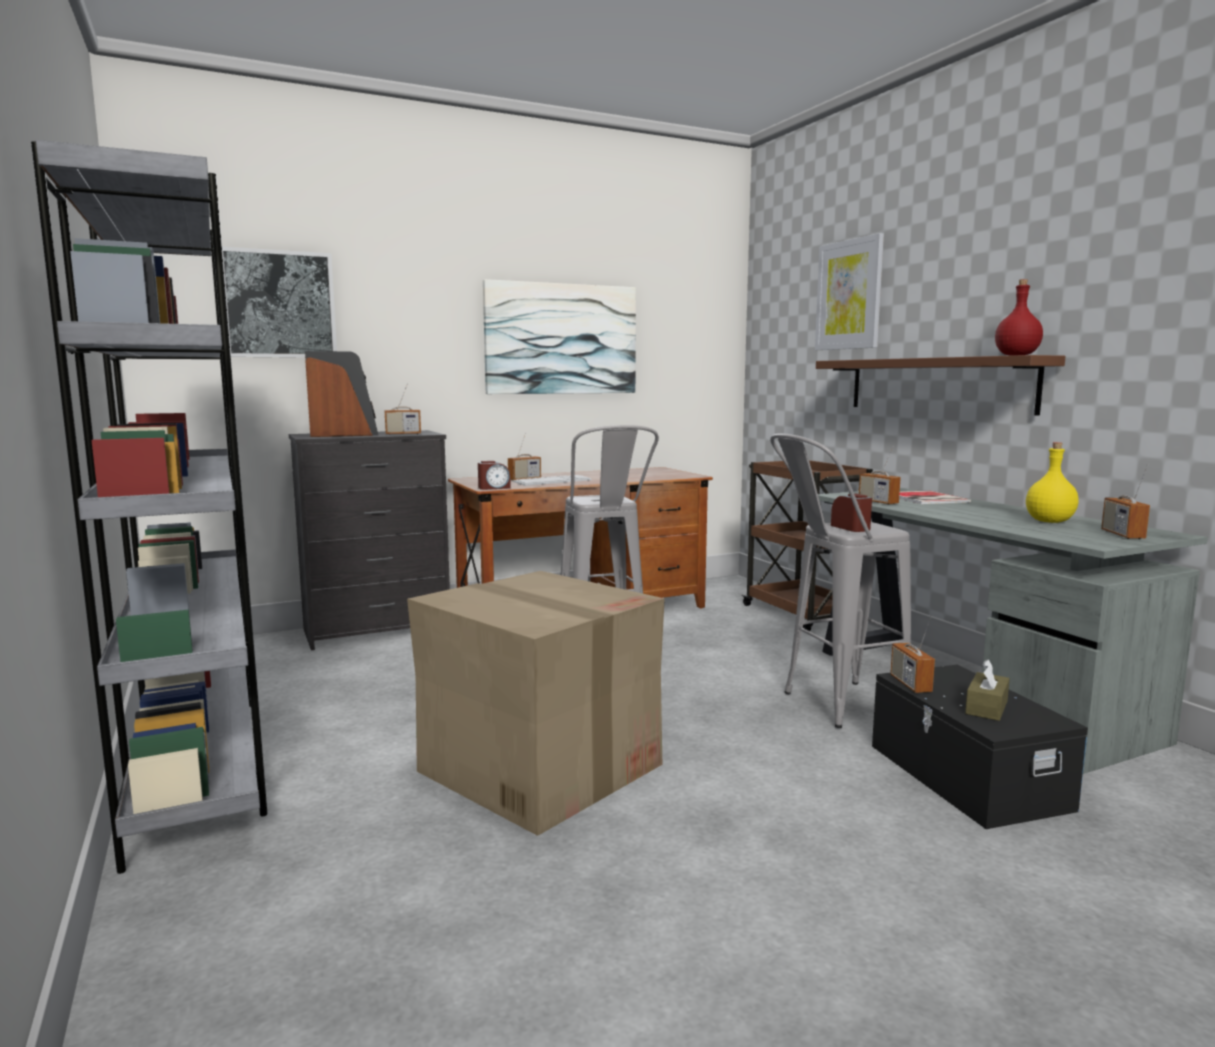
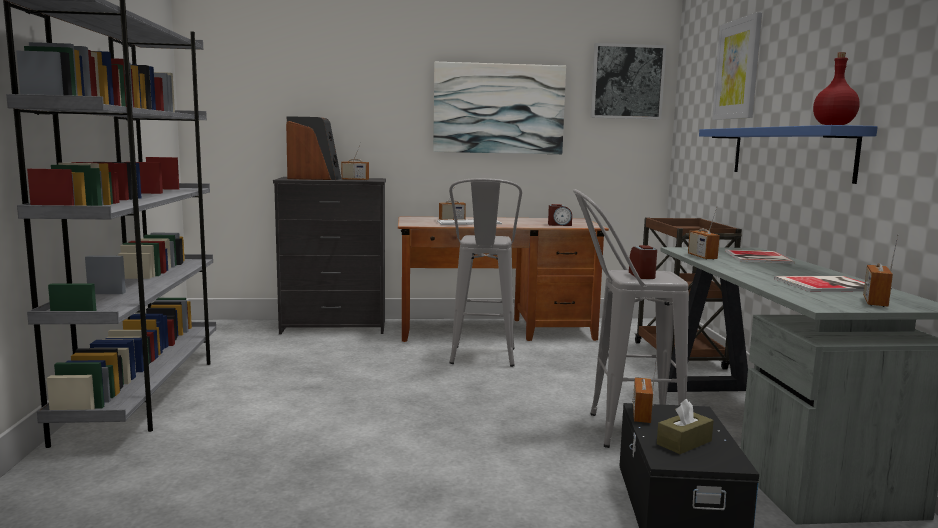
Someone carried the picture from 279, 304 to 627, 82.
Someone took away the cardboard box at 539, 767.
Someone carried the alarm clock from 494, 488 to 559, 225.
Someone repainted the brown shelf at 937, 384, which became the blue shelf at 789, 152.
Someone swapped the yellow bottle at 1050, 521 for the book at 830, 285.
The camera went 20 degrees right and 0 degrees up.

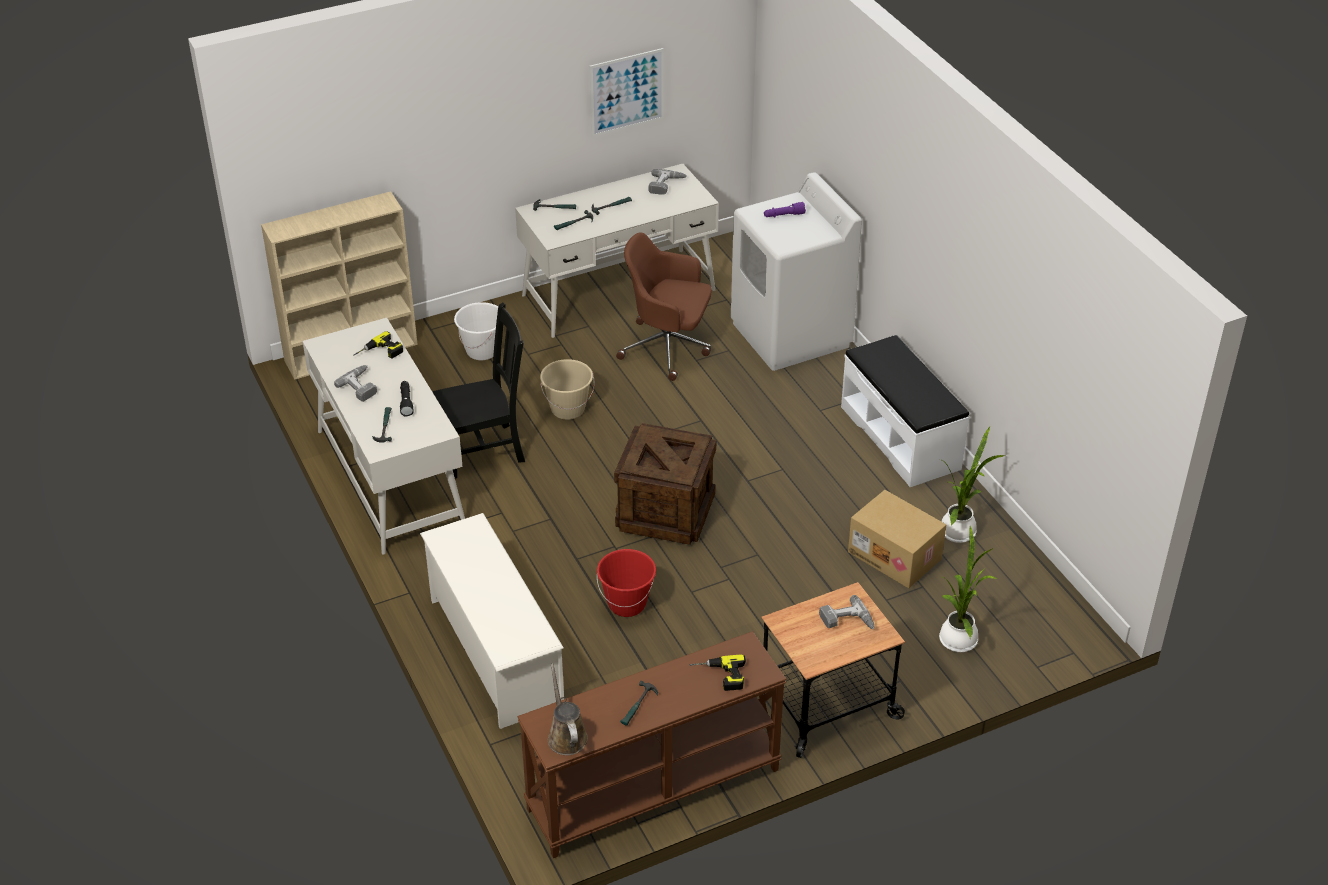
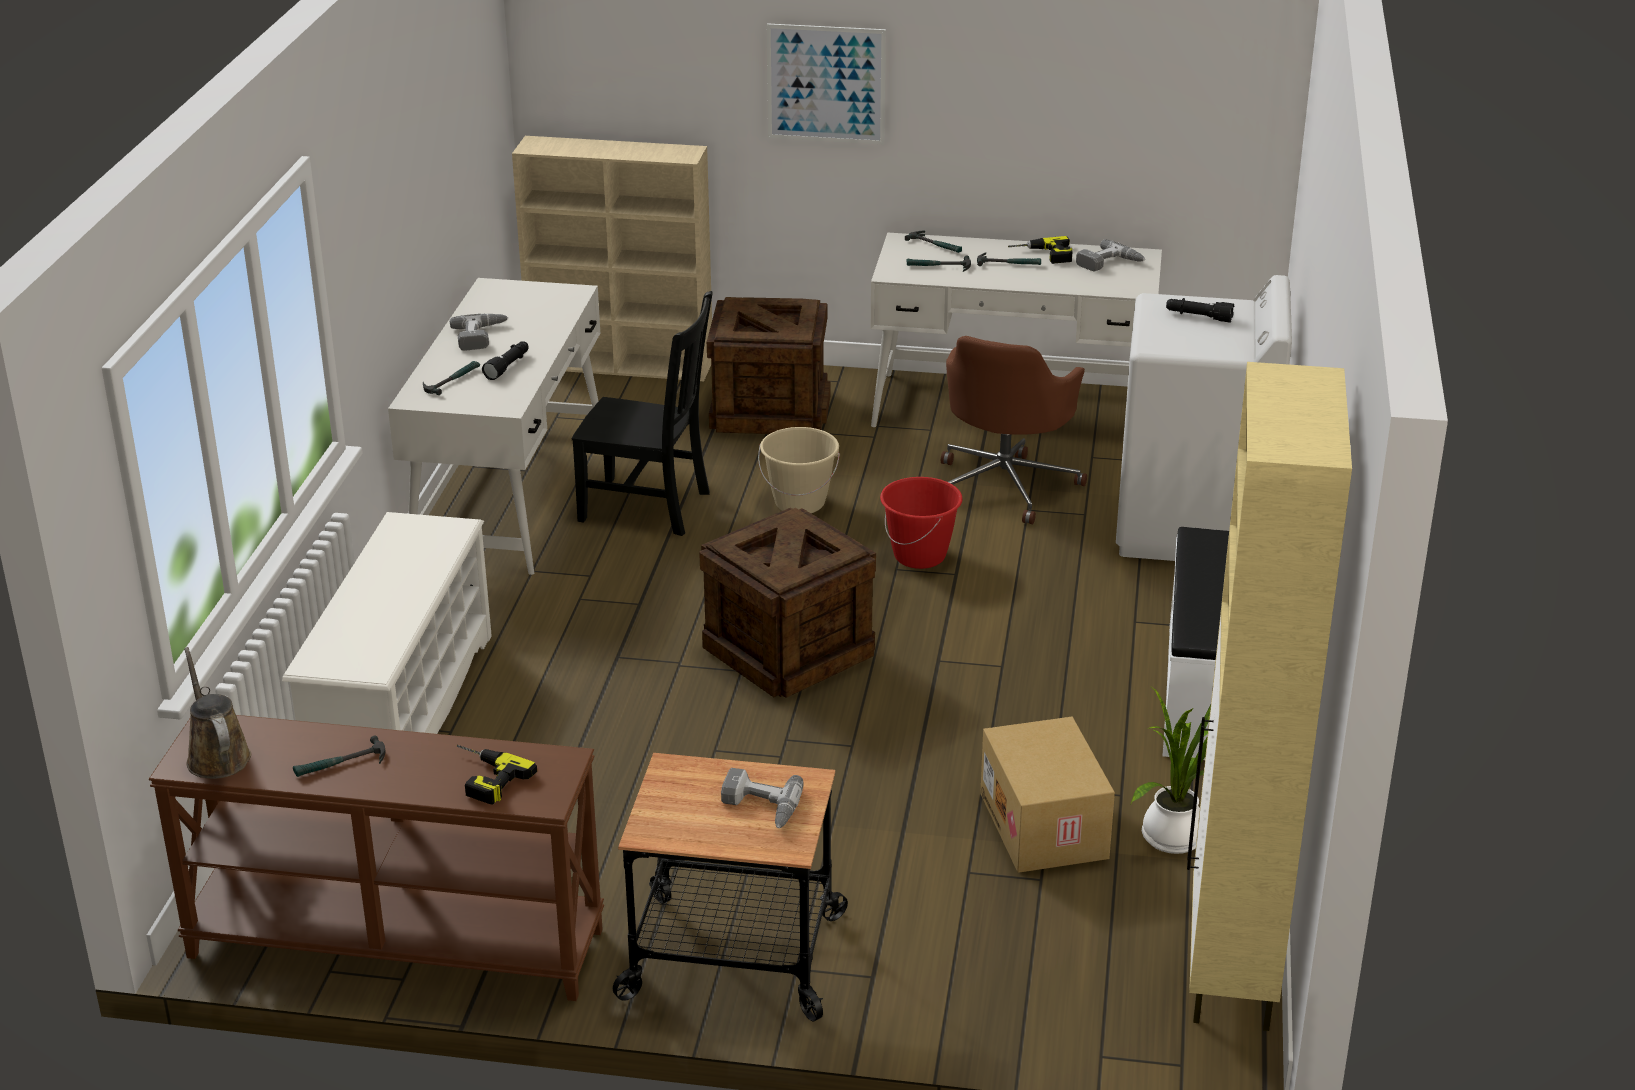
Someone carried the power drill from 379, 353 to 1042, 255.
Someone swapped the white bucket at 482, 351 for the crate at 770, 412.
Someone rotated the brown watering can at 566, 736 by 45 degrees counterclockwise.
Someone carried the picture from 627, 92 to 826, 84.
Someone carried the red bucket from 627, 604 to 920, 556.
Someone rotated the brown office chair at 668, 348 by 120 degrees counterclockwise.
Someone repainted the purple flashlight at 784, 215, which became the black flashlight at 1198, 317.
Someone took away the potted plant at 959, 637.
Someone put down the beige cabinet at 1230, 968.
The camera went 35 degrees right and 10 degrees down.

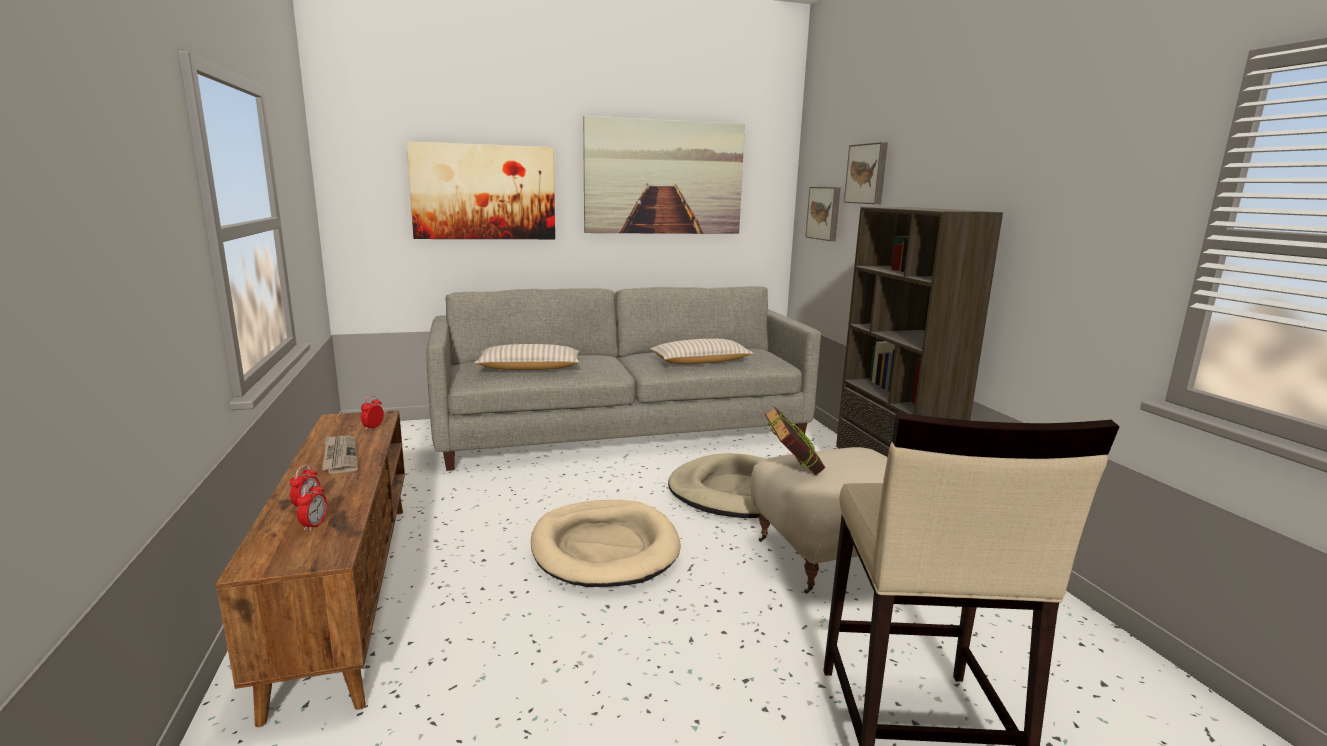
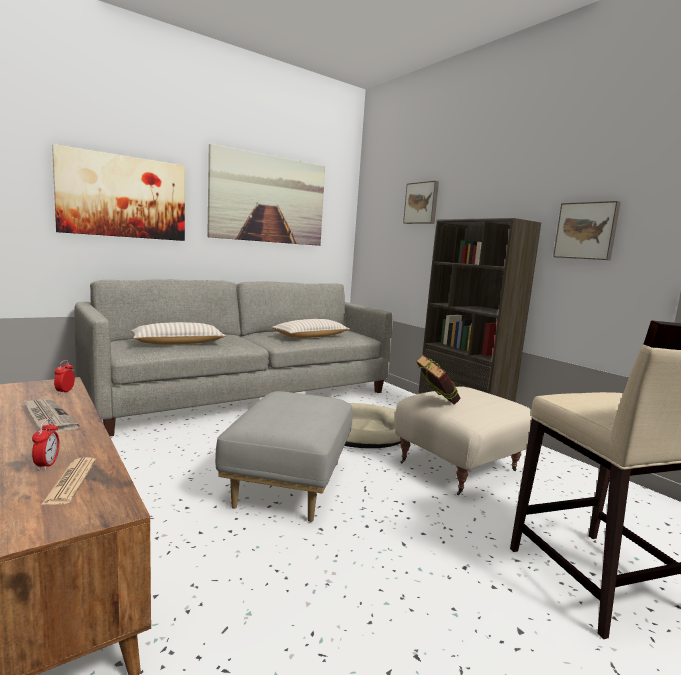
Someone swapped the alarm clock at 314, 525 for the newspaper at 71, 481.
Someone swapped the beige dog bed at 605, 548 for the grey ottoman at 288, 483.
Someone carried the picture from 825, 213 to 586, 231.
The camera went 20 degrees left and 5 degrees down.

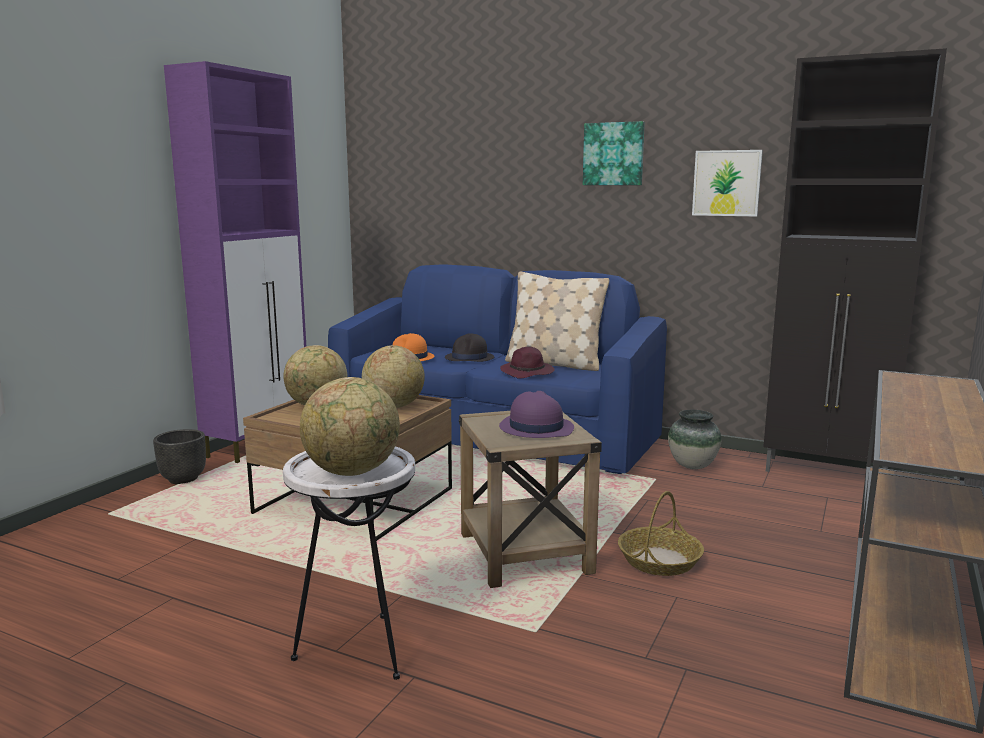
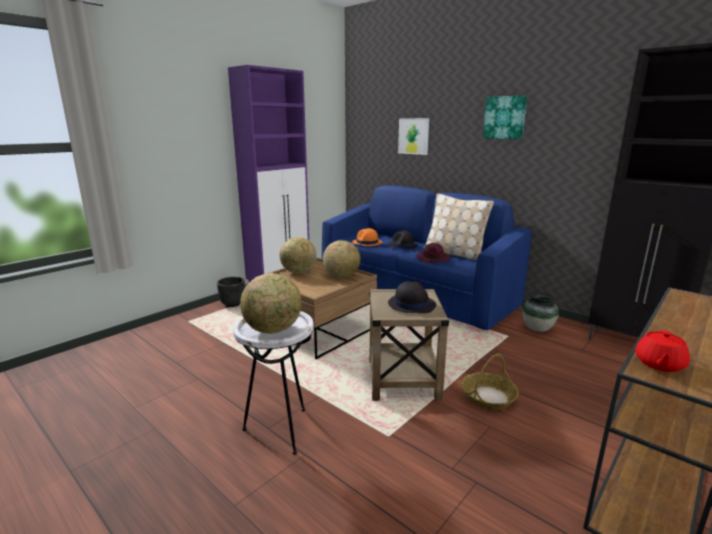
Someone repainted the purple hat at 535, 428, which became the black hat at 411, 304.
Someone carried the picture from 726, 183 to 413, 136.
Someone put down the red teapot at 659, 364.
The camera went 15 degrees right and 5 degrees up.

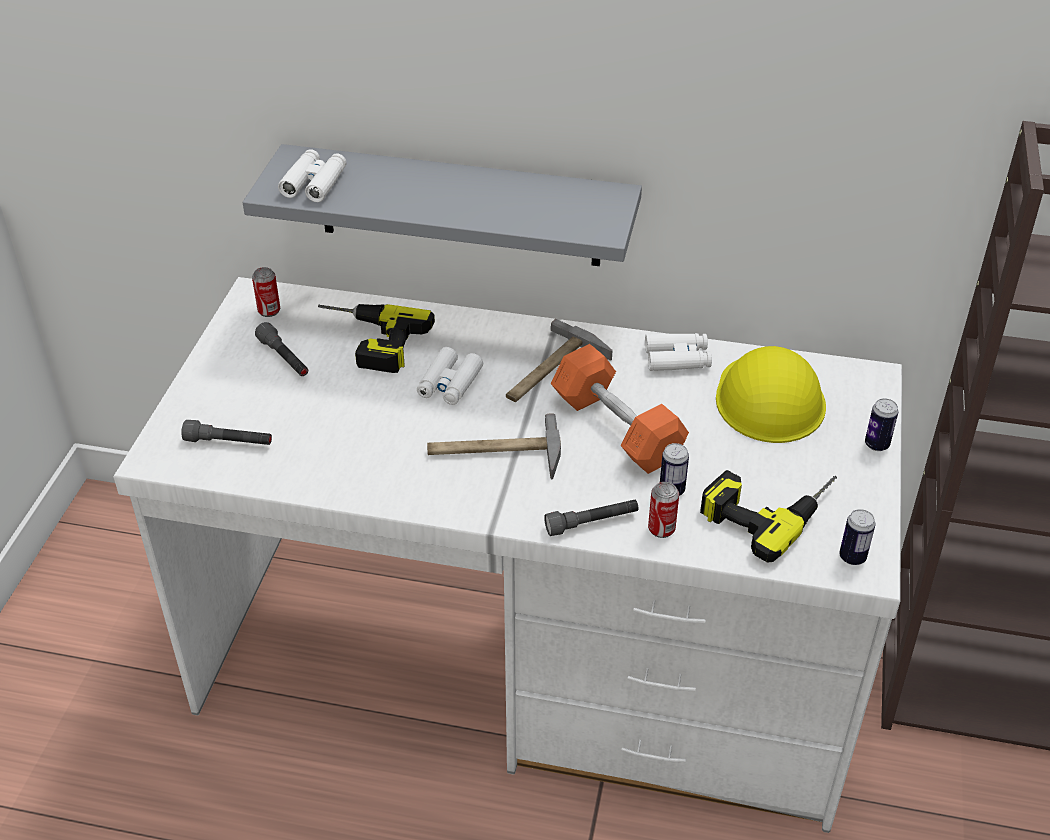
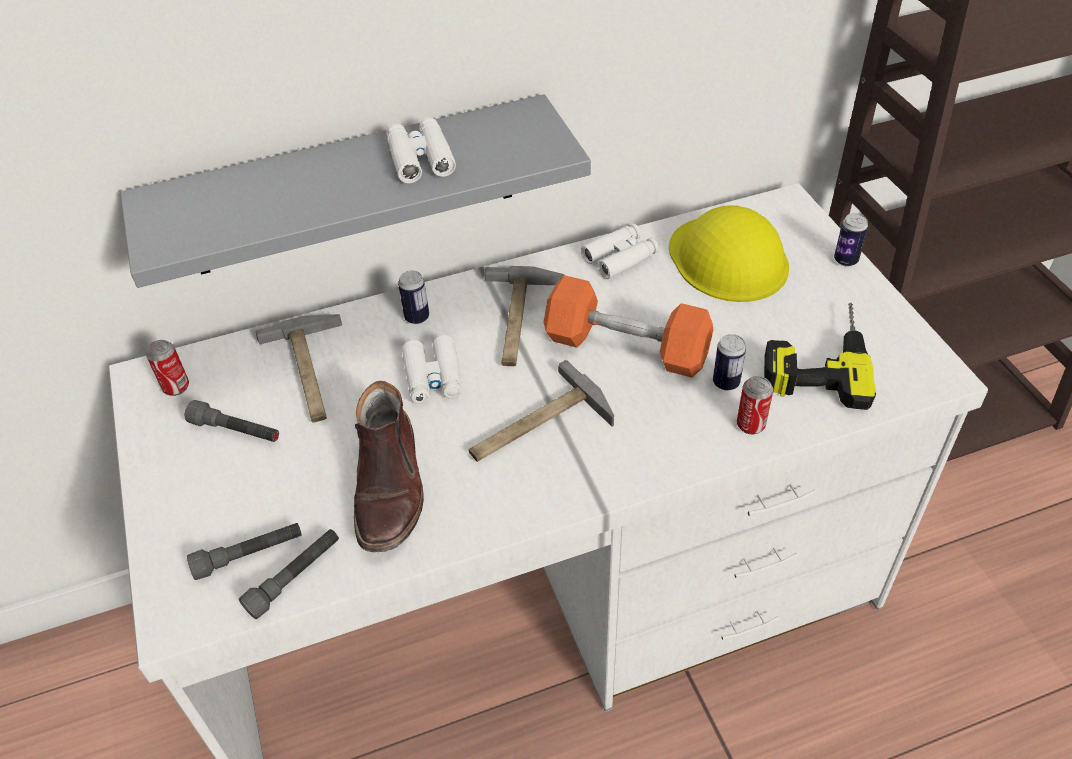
Someone carried the white binoculars from 314, 183 to 420, 158.
Someone swapped the power drill at 366, 341 for the hammer at 310, 372.
Someone carried the grey flashlight from 592, 523 to 295, 578.
Someone carried the can from 852, 557 to 417, 317.
Someone put down the brown boot at 390, 486.
The camera went 30 degrees left and 5 degrees up.

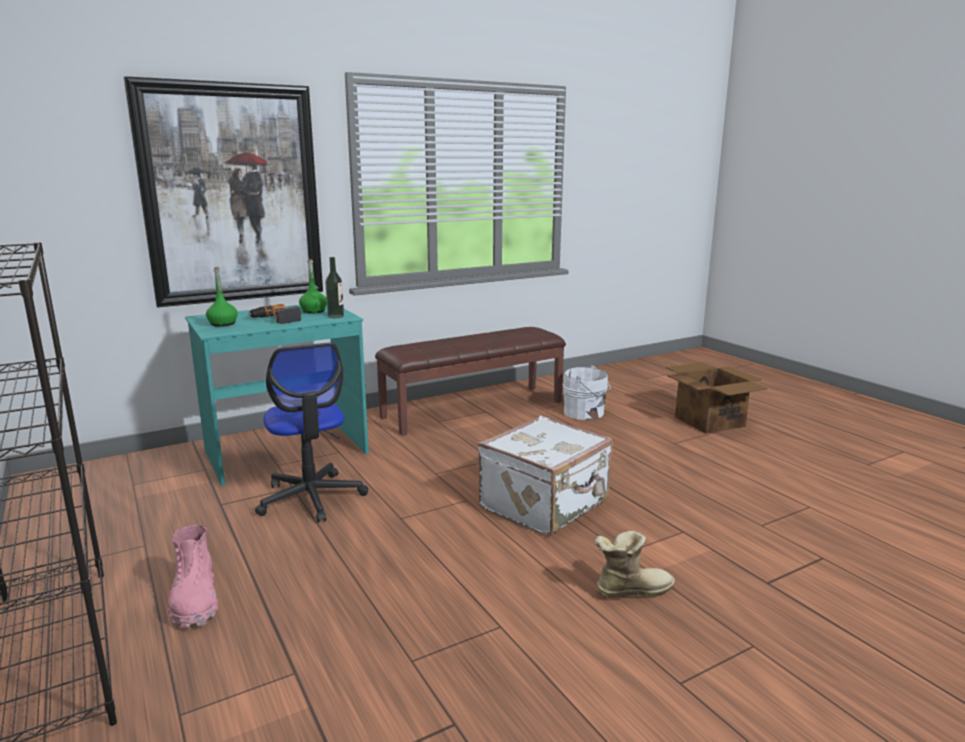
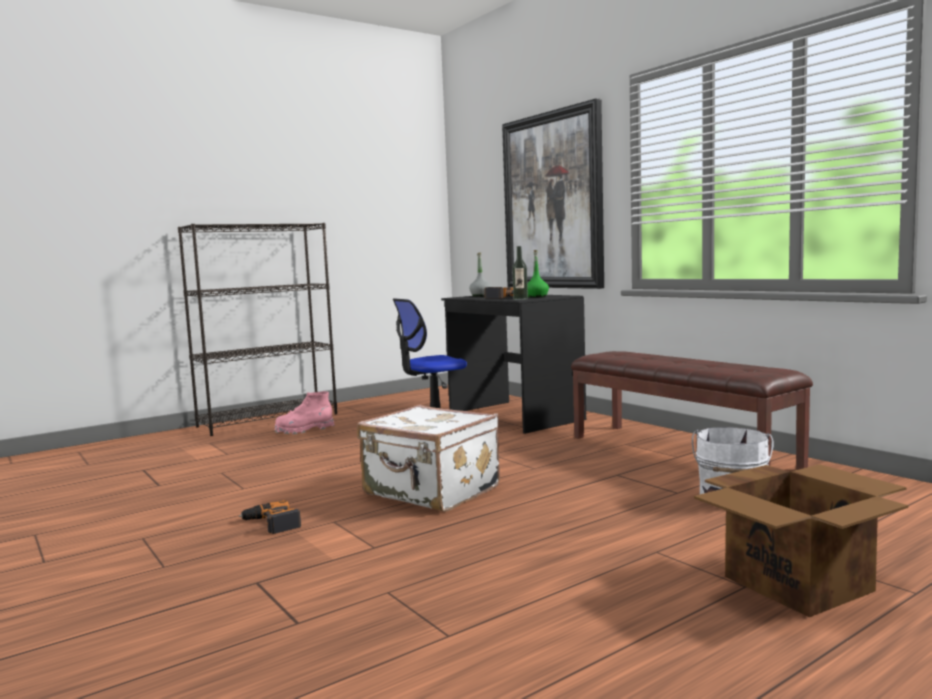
Someone repainted the turquoise desk at 286, 453, which became the black desk at 514, 416.
Someone repainted the green bottle at 223, 324, which became the grey bottle at 480, 296.
Someone swapped the boot at 630, 589 for the power drill at 271, 523.
The camera went 85 degrees right and 10 degrees down.

